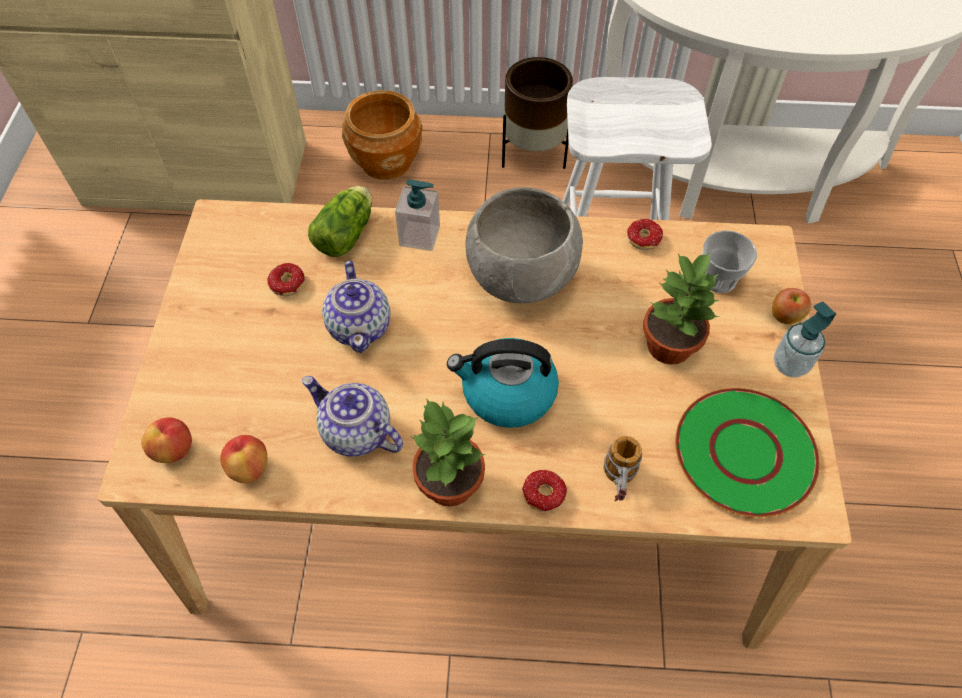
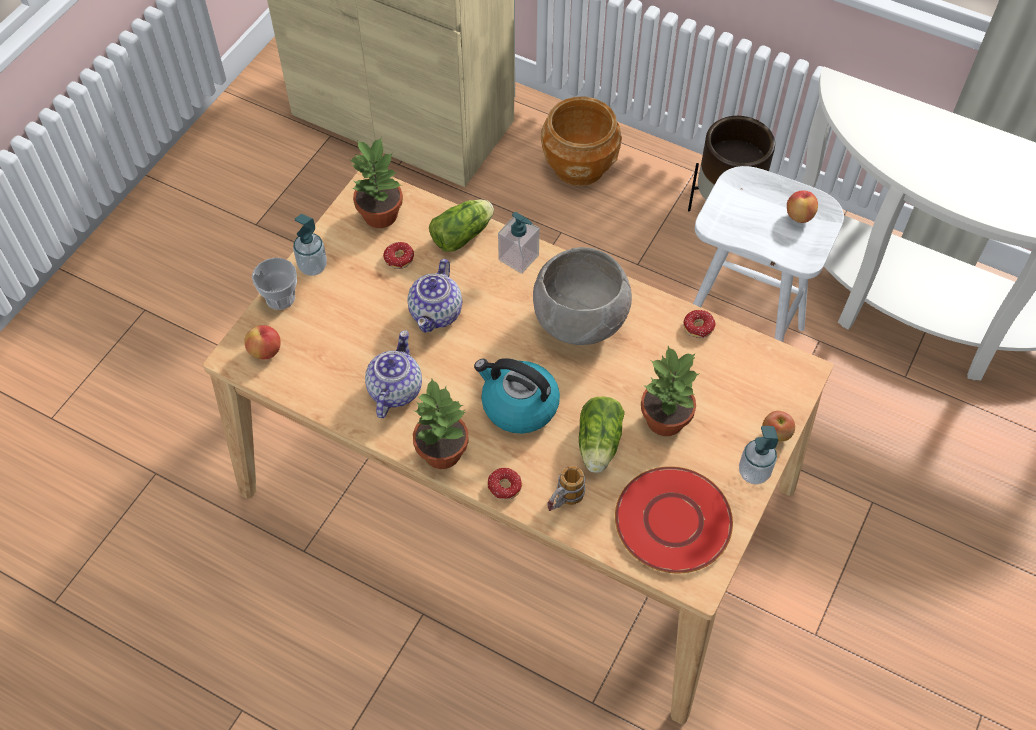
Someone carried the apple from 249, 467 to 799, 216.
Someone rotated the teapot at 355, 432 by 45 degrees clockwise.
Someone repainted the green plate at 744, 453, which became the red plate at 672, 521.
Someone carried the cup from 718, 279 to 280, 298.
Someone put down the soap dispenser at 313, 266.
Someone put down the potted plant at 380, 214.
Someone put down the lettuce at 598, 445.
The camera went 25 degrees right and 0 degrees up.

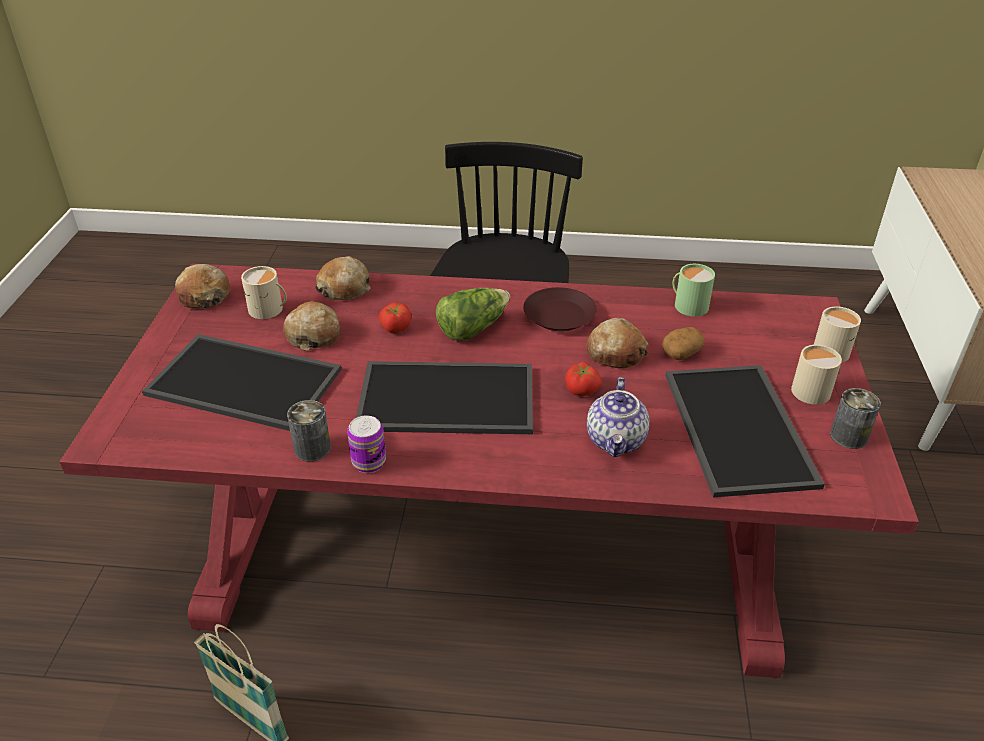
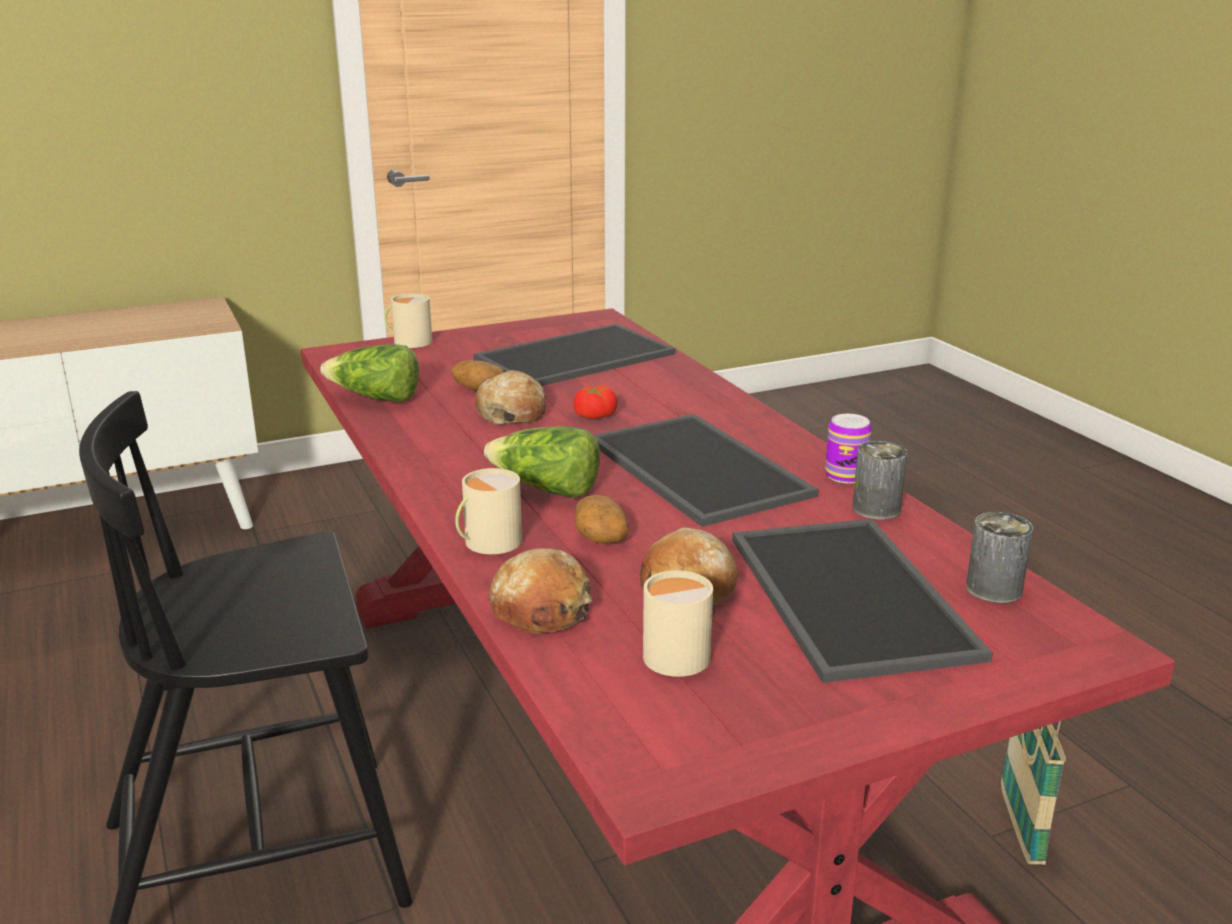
Someone took away the bread at 204, 295.
Someone swapped the tomato at 395, 327 for the potato at 600, 536.
Someone took away the brown plate at 560, 315.
Someone took away the teapot at 616, 440.
Someone swapped the green mug at 688, 304 for the lettuce at 375, 398.
Someone carried the beige mug from 809, 389 to 487, 542.
Someone carried the can from 848, 436 to 994, 589.
The camera went 120 degrees left and 15 degrees down.

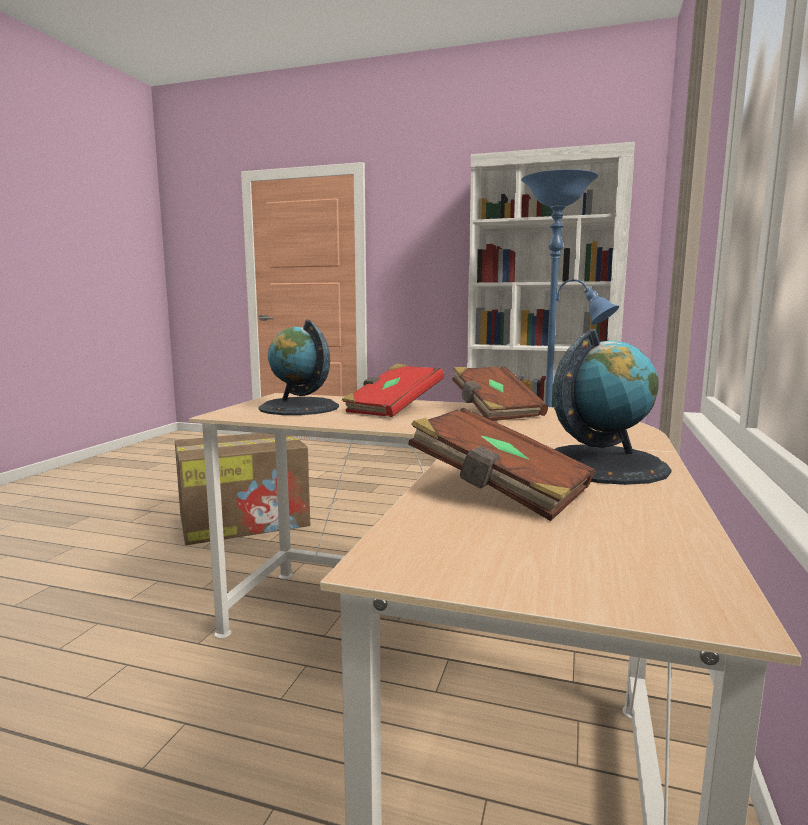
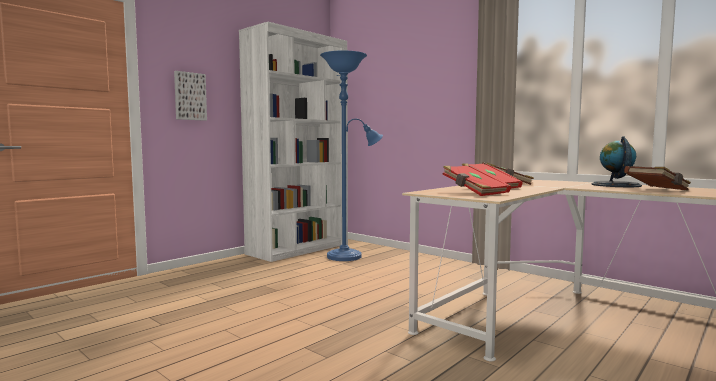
Someone took away the cardboard box at 246, 520.
Someone swapped the globe at 299, 407 for the red book at 474, 192.
Someone put up the picture at 189, 96.
The camera went 65 degrees left and 5 degrees down.

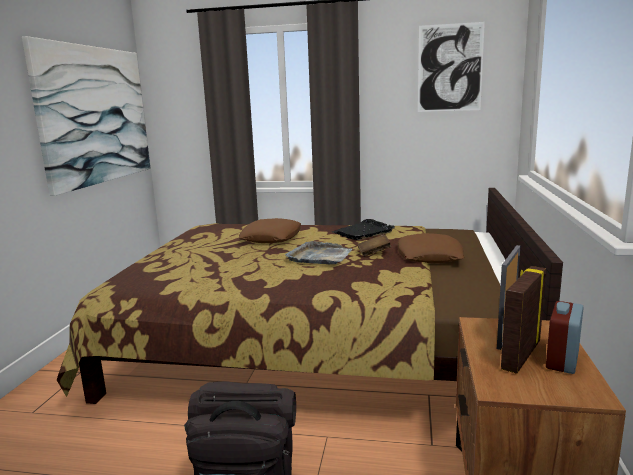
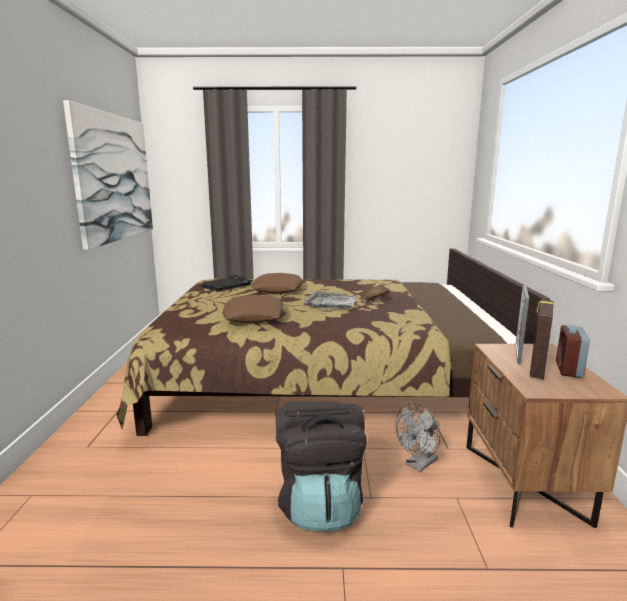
Someone carried the black tray from 363, 232 to 226, 285.
Someone carried the brown pillow from 429, 256 to 254, 316.
Someone took away the picture at 450, 68.
Someone put down the grey fan at 418, 464.
The camera went 10 degrees left and 0 degrees up.

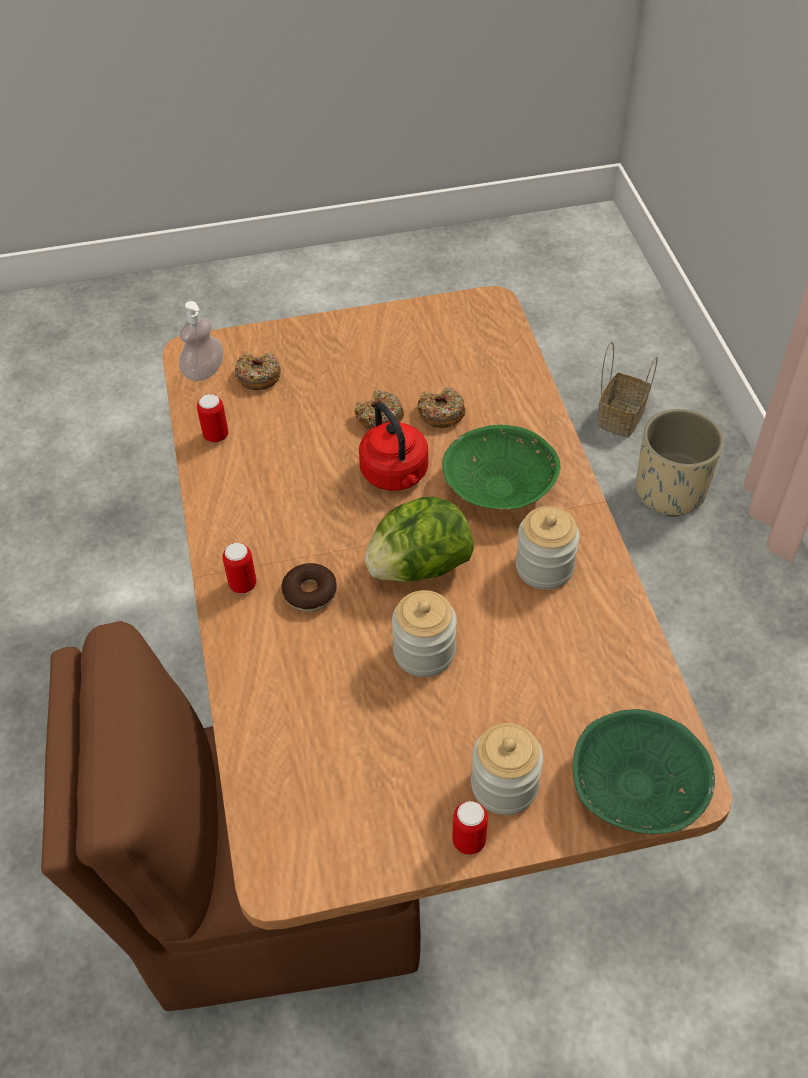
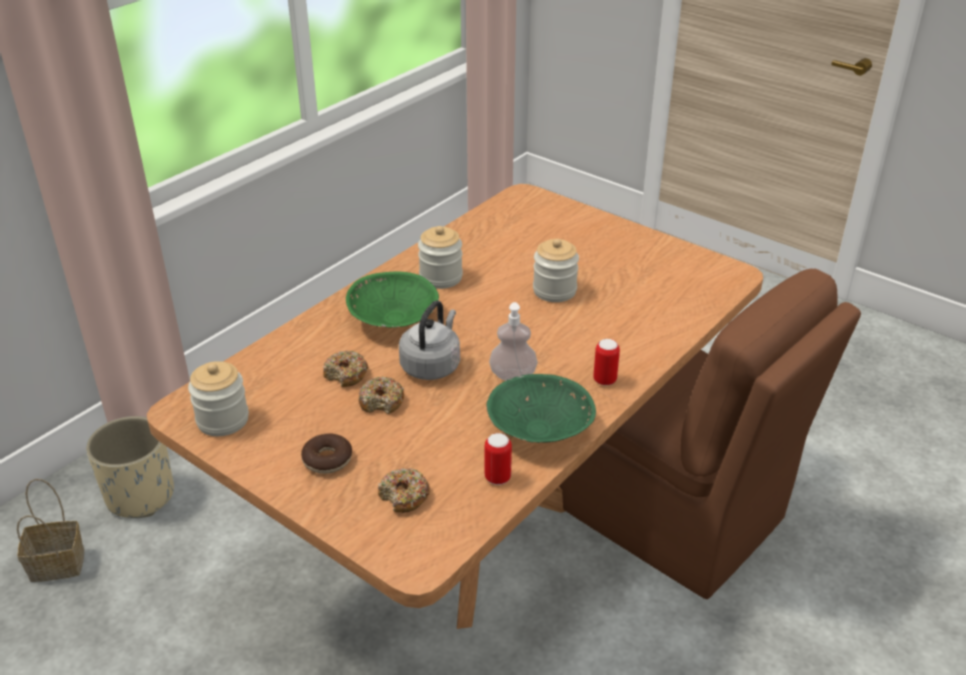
Someone carried the soap dispenser from 204, 371 to 513, 375.
Someone carried the donut from 310, 593 to 327, 460.
Someone repainted the red kettle at 396, 475, which became the grey kettle at 432, 365.
Someone took away the lettuce at 419, 567.
Someone took away the can at 469, 841.
Someone carried the jar from 504, 785 to 223, 420.
Someone carried the green bowl from 639, 788 to 538, 428.
The camera went 130 degrees left and 15 degrees down.

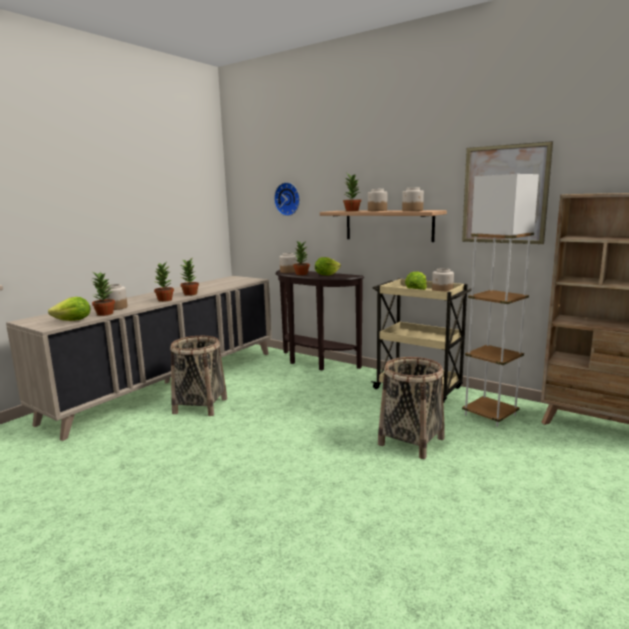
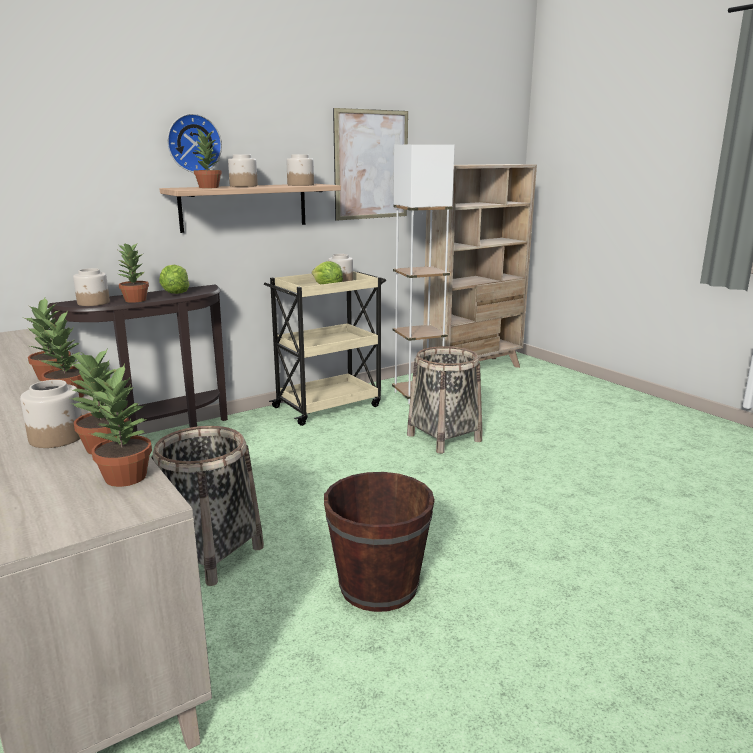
Someone swapped the lettuce at 73, 321 for the potted plant at 127, 477.
Someone carried the wall clock from 288, 199 to 193, 143.
Someone put down the brown bucket at 378, 586.
The camera went 70 degrees left and 5 degrees up.

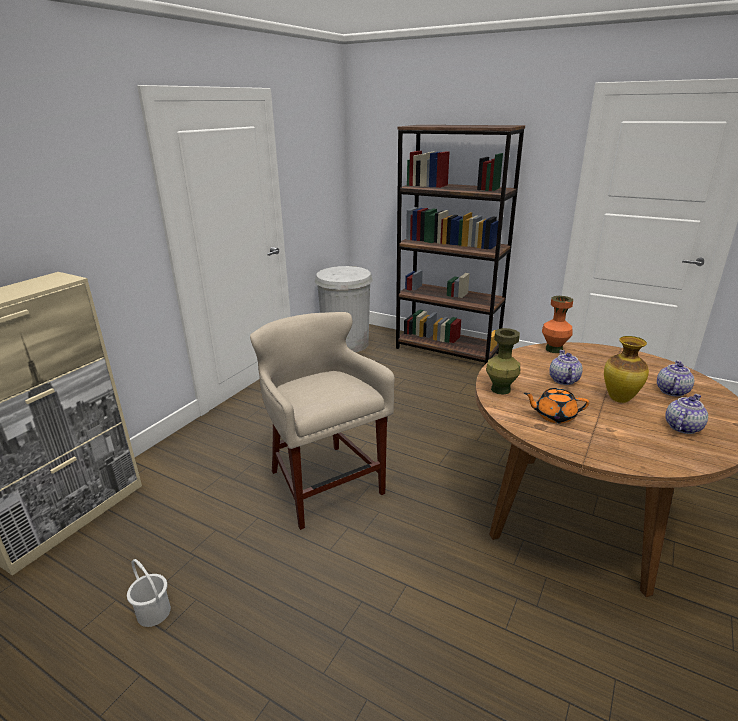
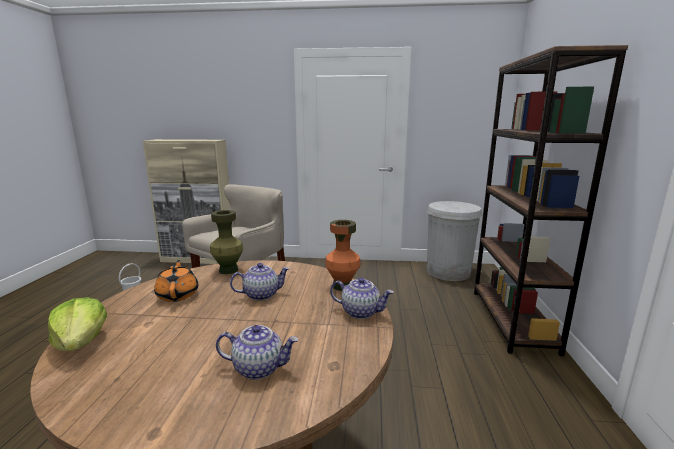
Someone took away the vase at 618, 399.
Someone carried the teapot from 682, 427 to 361, 312.
Someone put down the lettuce at 81, 342.
The camera went 65 degrees right and 10 degrees down.

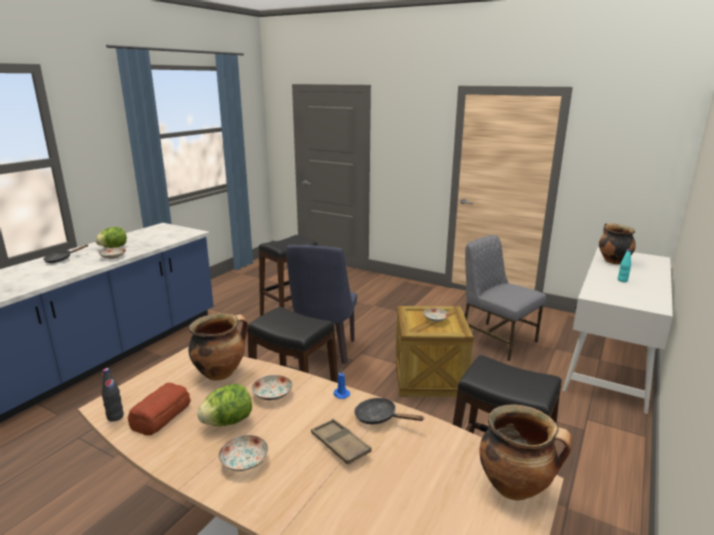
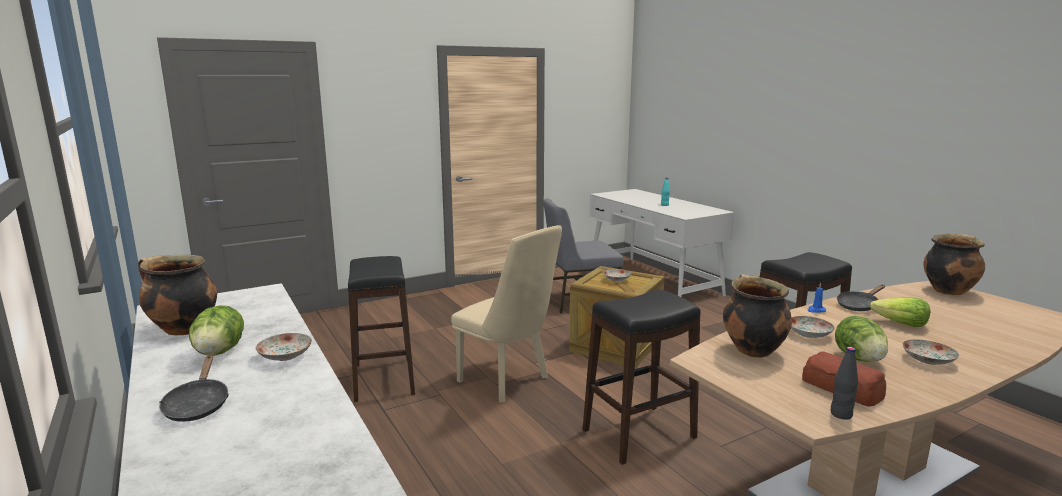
Someone repainted the blue chair at 324, 352, which became the beige chair at 508, 382.
Someone swapped the brown tray at 340, 445 for the lettuce at 900, 324.
Someone carried the cooking pot from 612, 261 to 182, 329.
The camera went 60 degrees left and 5 degrees down.

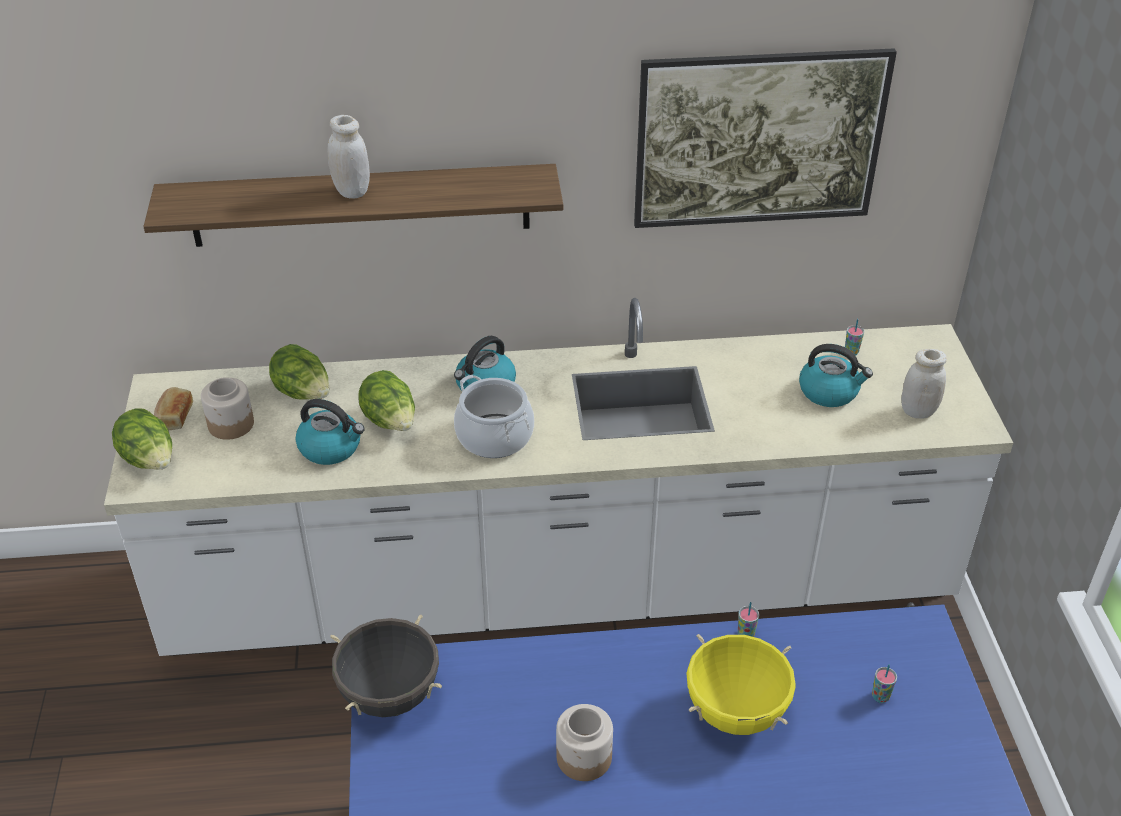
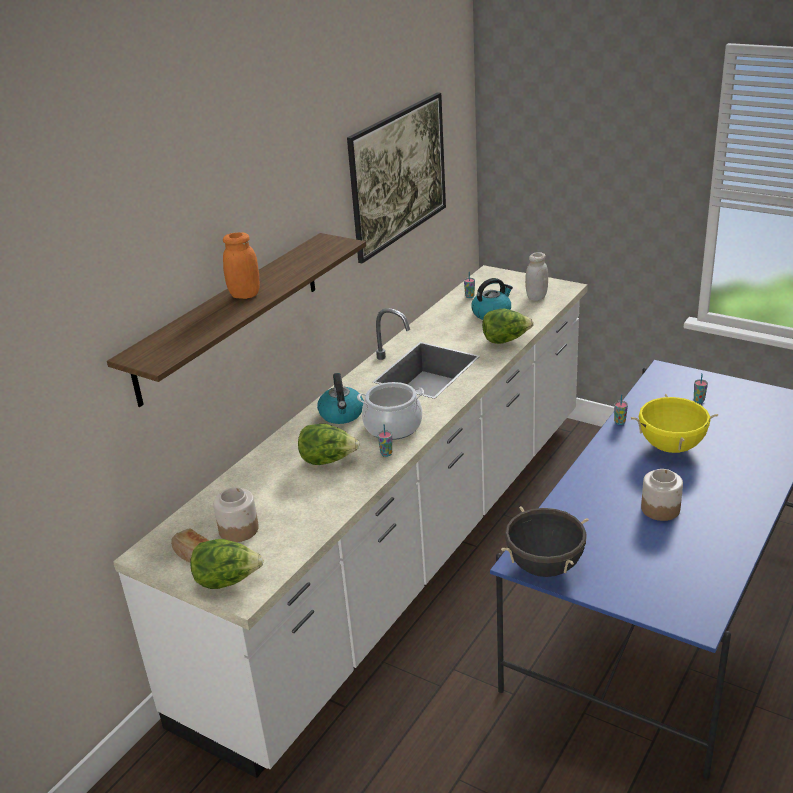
Someone carried the lettuce from 304, 394 to 506, 340.
Someone took away the kettle at 331, 447.
Someone repainted the white jar at 352, 191, which became the orange jar at 245, 295.
Someone put down the cup at 386, 454.
The camera went 50 degrees left and 10 degrees down.

